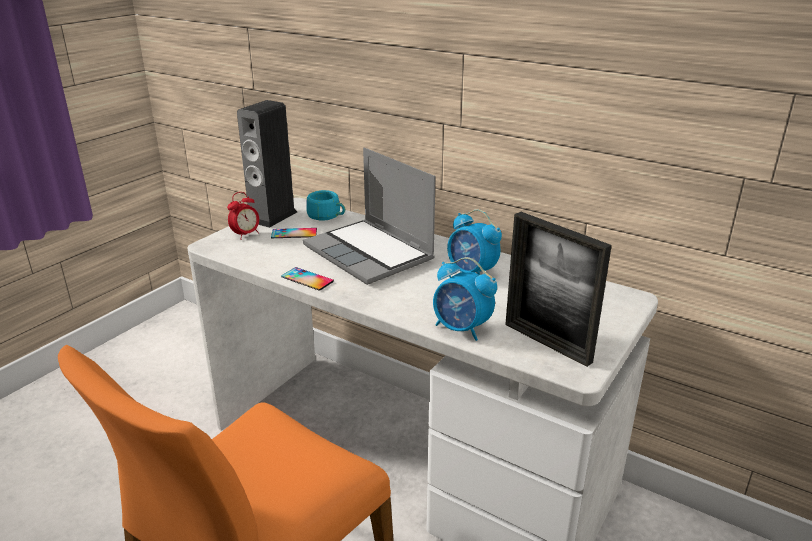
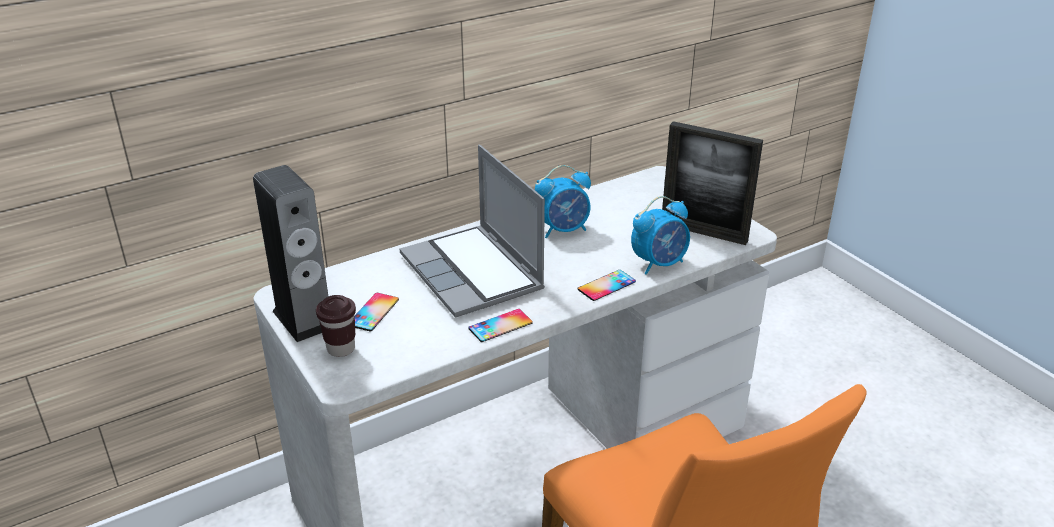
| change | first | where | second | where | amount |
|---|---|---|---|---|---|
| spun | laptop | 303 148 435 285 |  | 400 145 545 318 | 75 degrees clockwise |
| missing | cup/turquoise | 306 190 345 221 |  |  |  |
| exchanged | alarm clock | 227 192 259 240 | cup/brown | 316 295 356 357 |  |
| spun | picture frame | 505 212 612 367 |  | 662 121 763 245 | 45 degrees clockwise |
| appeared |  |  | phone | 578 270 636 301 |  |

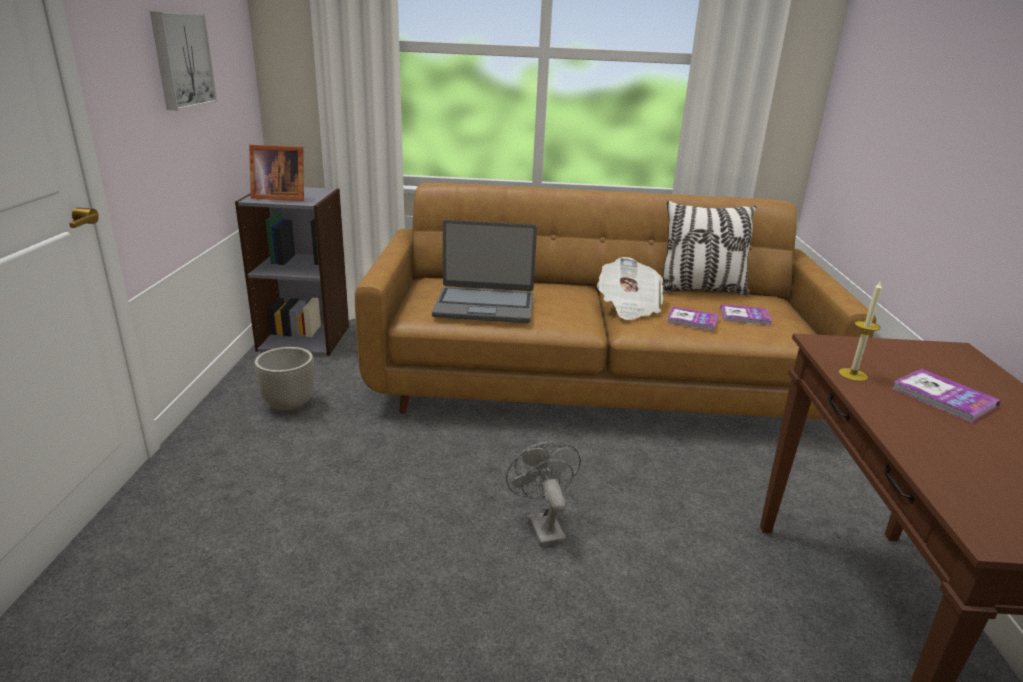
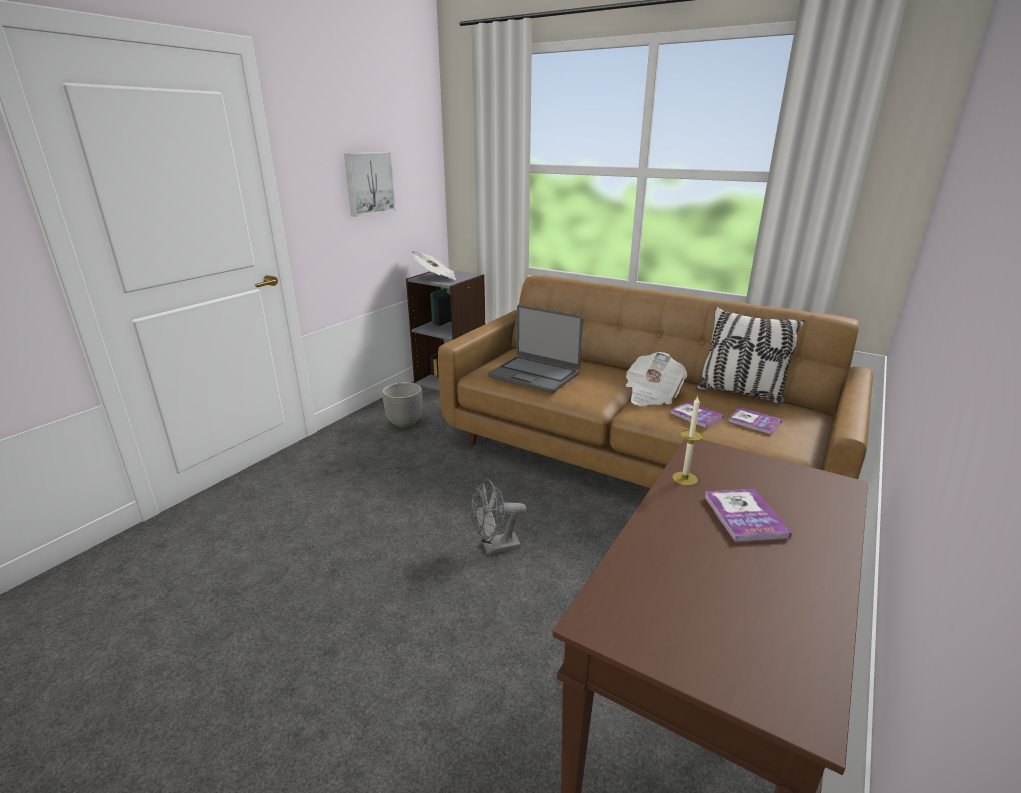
| change | first | where | second | where | amount |
|---|---|---|---|---|---|
| exchanged | picture frame | 249 145 304 201 | newspaper | 411 251 456 280 |  |
| spun | fan/grey | 506 441 581 547 |  | 471 479 526 555 | 120 degrees counterclockwise |

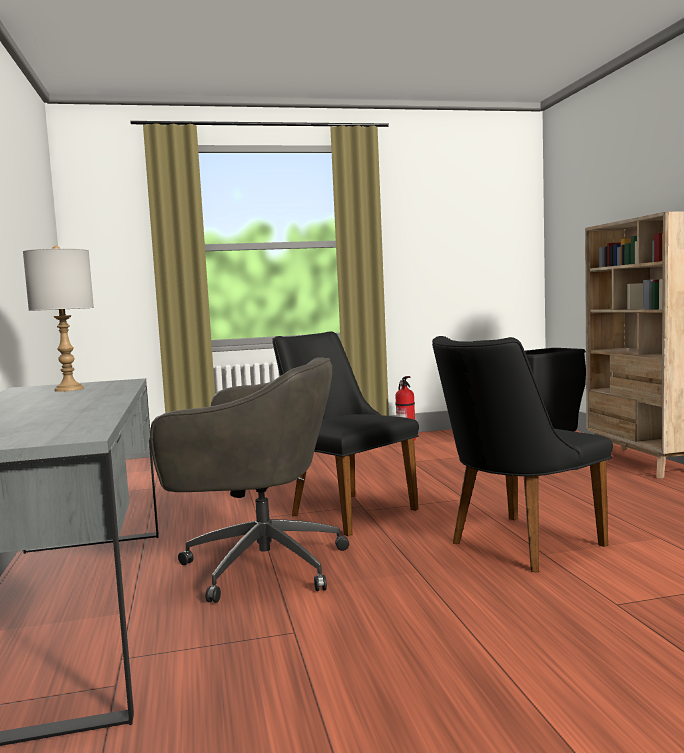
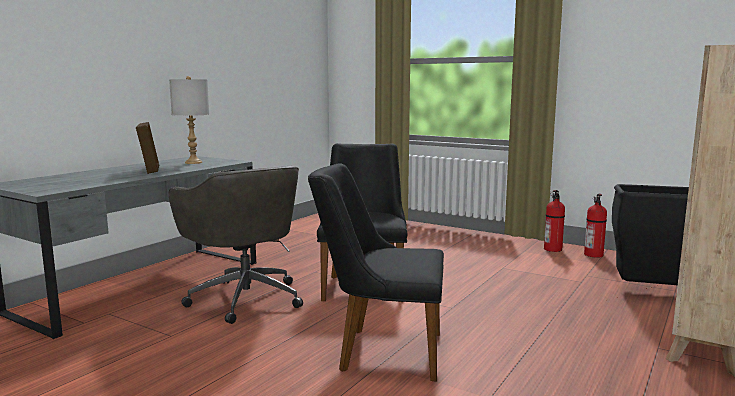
| change | first | where | second | where | amount |
|---|---|---|---|---|---|
| appeared |  |  | picture frame | 136 122 159 174 |  |
| appeared |  |  | fire extinguisher | 584 194 607 258 |  |

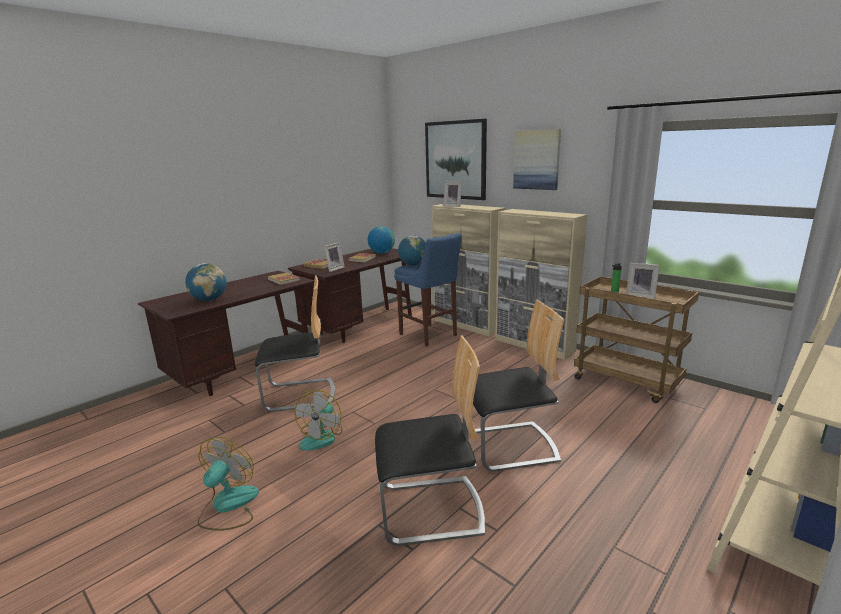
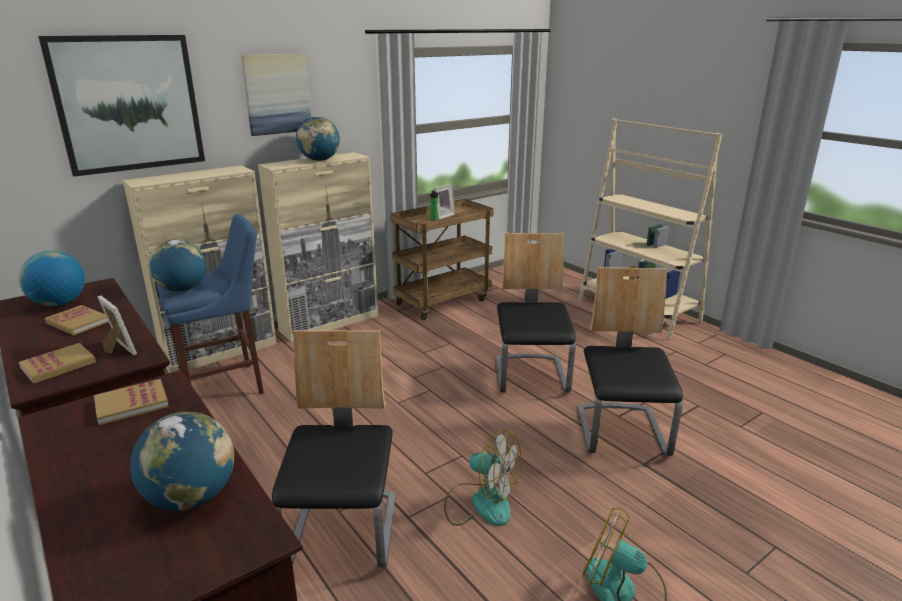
| change | first | where | second | where | amount |
|---|---|---|---|---|---|
| missing | picture frame | 443 181 462 207 |  |  |  |
| appeared |  |  | globe | 296 116 340 161 |  |

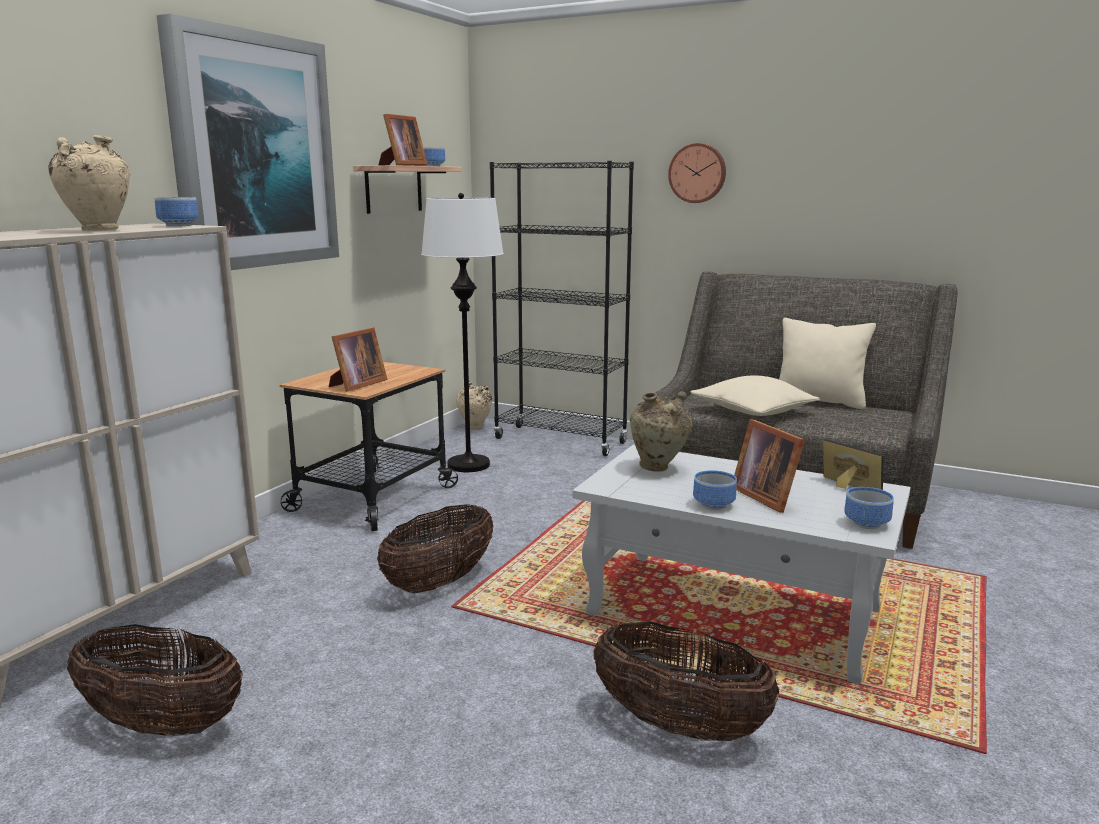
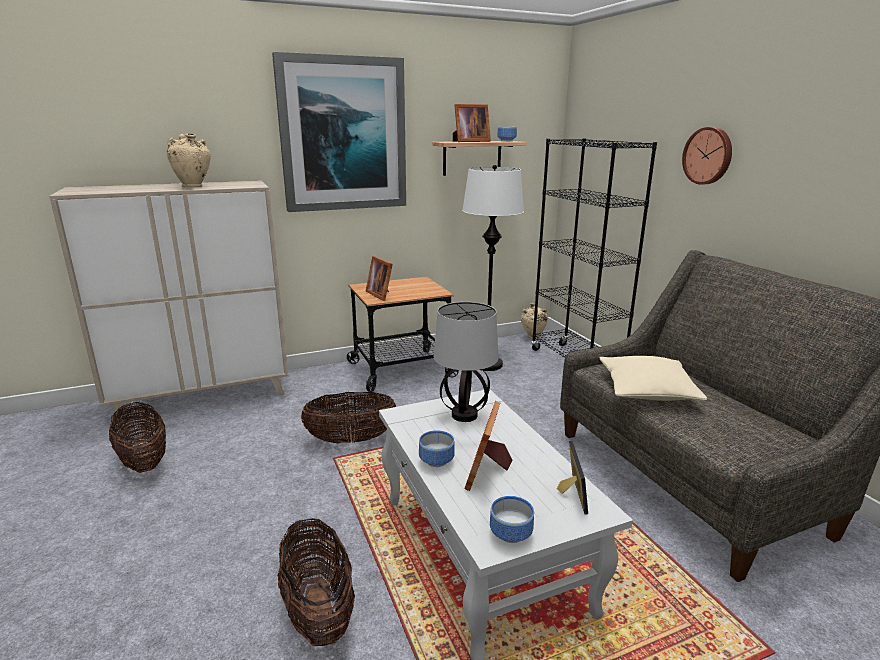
| change | first | where | second | where | amount |
|---|---|---|---|---|---|
| missing | bowl | 154 197 199 226 |  |  |  |
| missing | pillow/beige | 779 318 876 409 |  |  |  |
| spun | picture frame | 329 327 387 392 |  | 366 256 393 301 | 75 degrees clockwise |
| exchanged | vase/beige | 630 391 693 472 | table lamp | 433 302 498 422 |  |

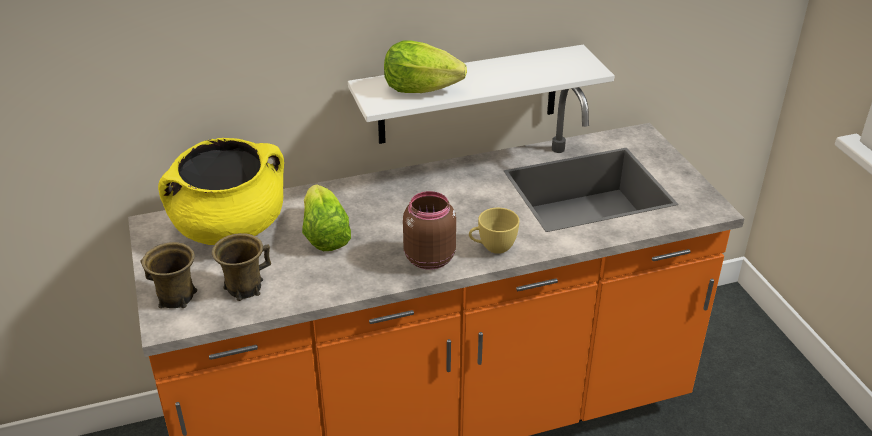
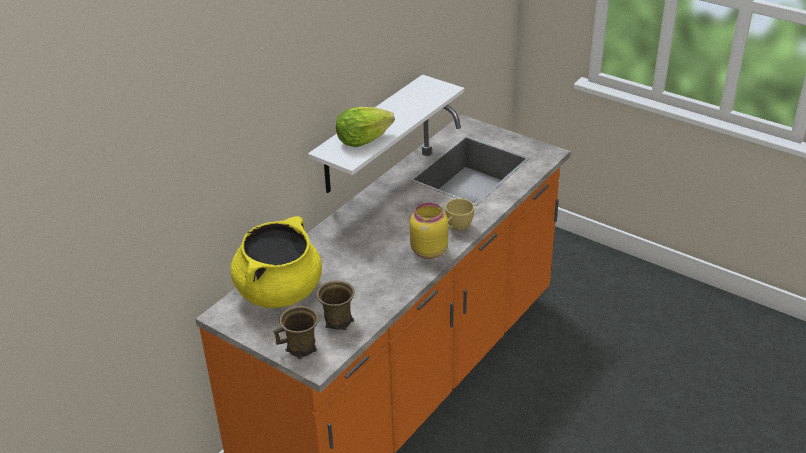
| change | first | where | second | where | amount |
|---|---|---|---|---|---|
| missing | lettuce | 302 184 351 251 |  |  |  |
| colour | jar/brown | 403 191 456 270 | jar/yellow | 410 203 448 259 |  |

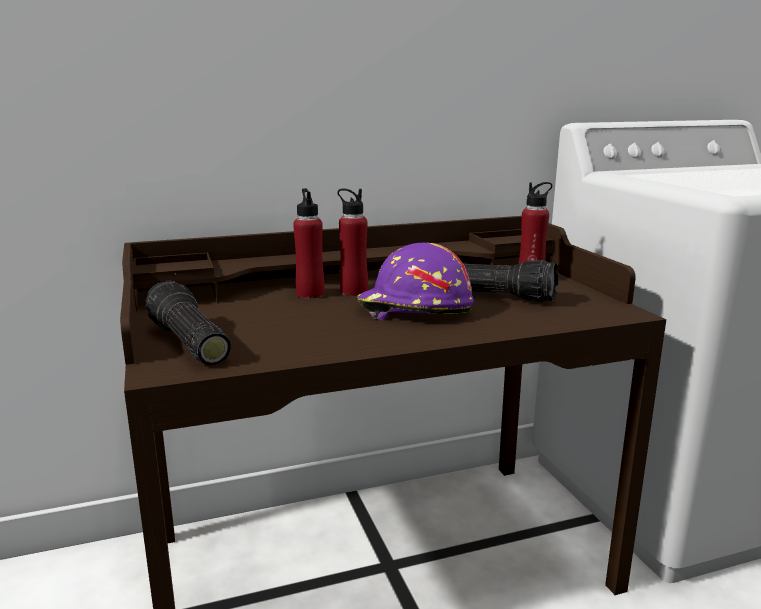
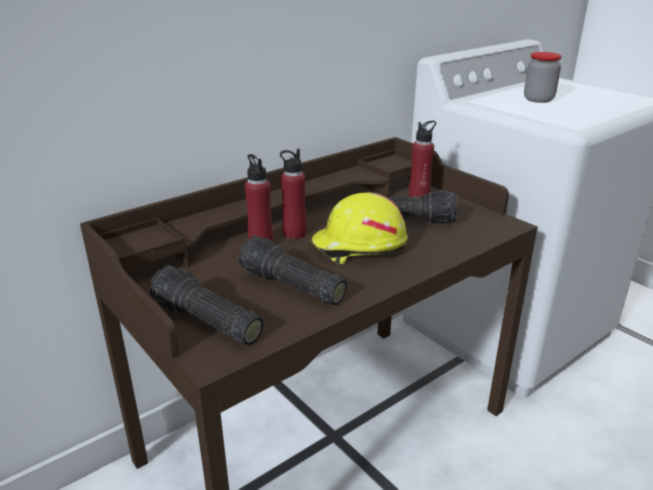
| change | first | where | second | where | amount |
|---|---|---|---|---|---|
| colour | hard hat/purple | 357 243 474 320 | hard hat/yellow | 311 193 408 264 |  |
| appeared |  |  | jar | 524 52 562 103 |  |
| appeared |  |  | flashlight | 238 236 347 305 |  |

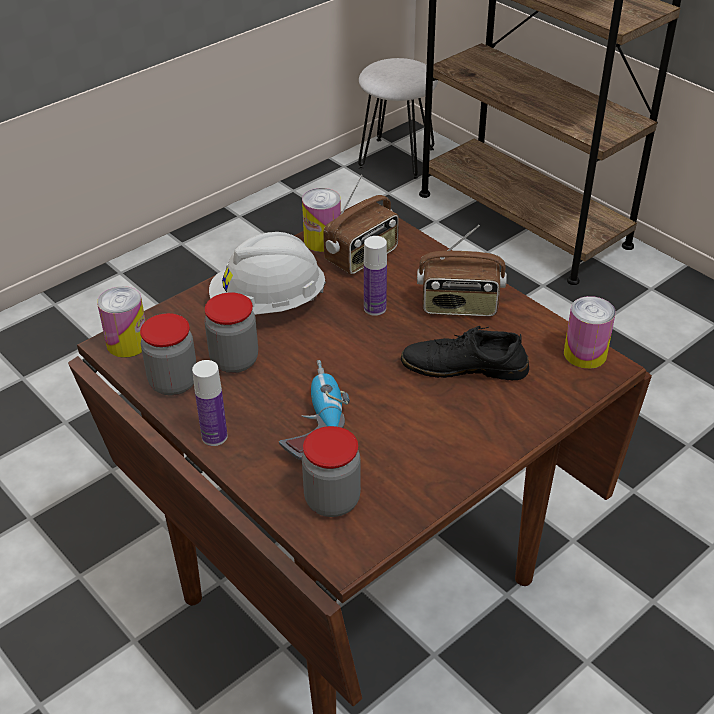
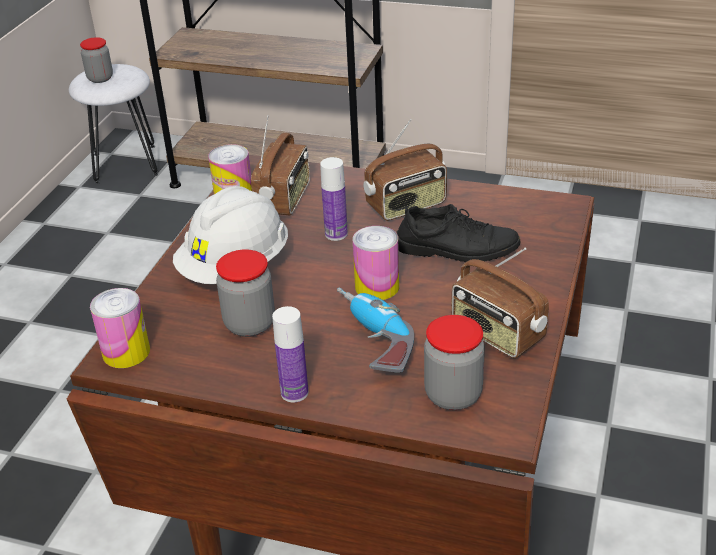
| change | first | where | second | where | amount |
|---|---|---|---|---|---|
| relocated | can | 564 296 616 369 |  | 353 226 399 300 |  |
| relocated | jar | 140 313 197 396 |  | 80 37 113 83 |  |
| spun | shoe/black | 401 326 529 380 |  | 396 204 521 262 | 150 degrees counterclockwise |
| appeared |  |  | radio | 451 248 549 358 |  |

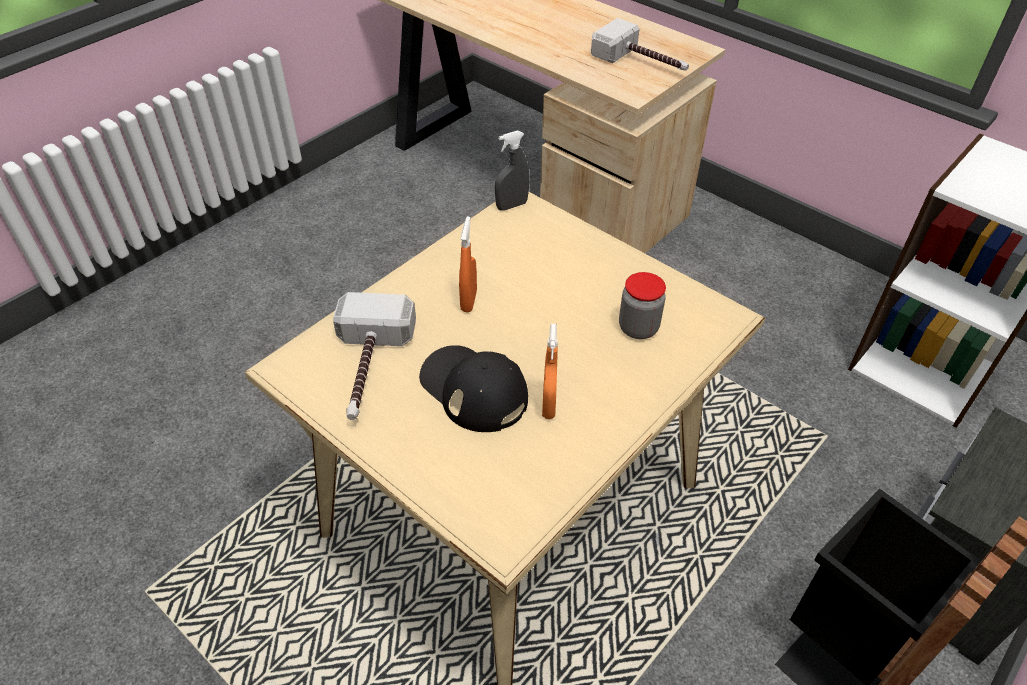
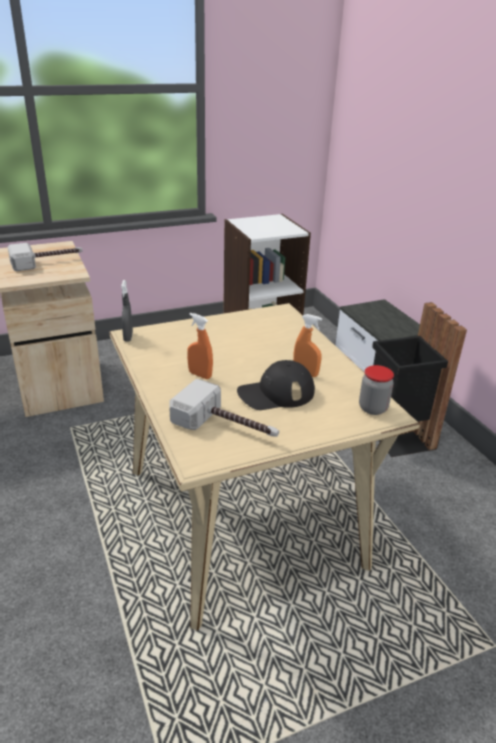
| change | first | where | second | where | amount |
|---|---|---|---|---|---|
| relocated | jar | 619 272 666 339 |  | 359 365 394 415 |  |

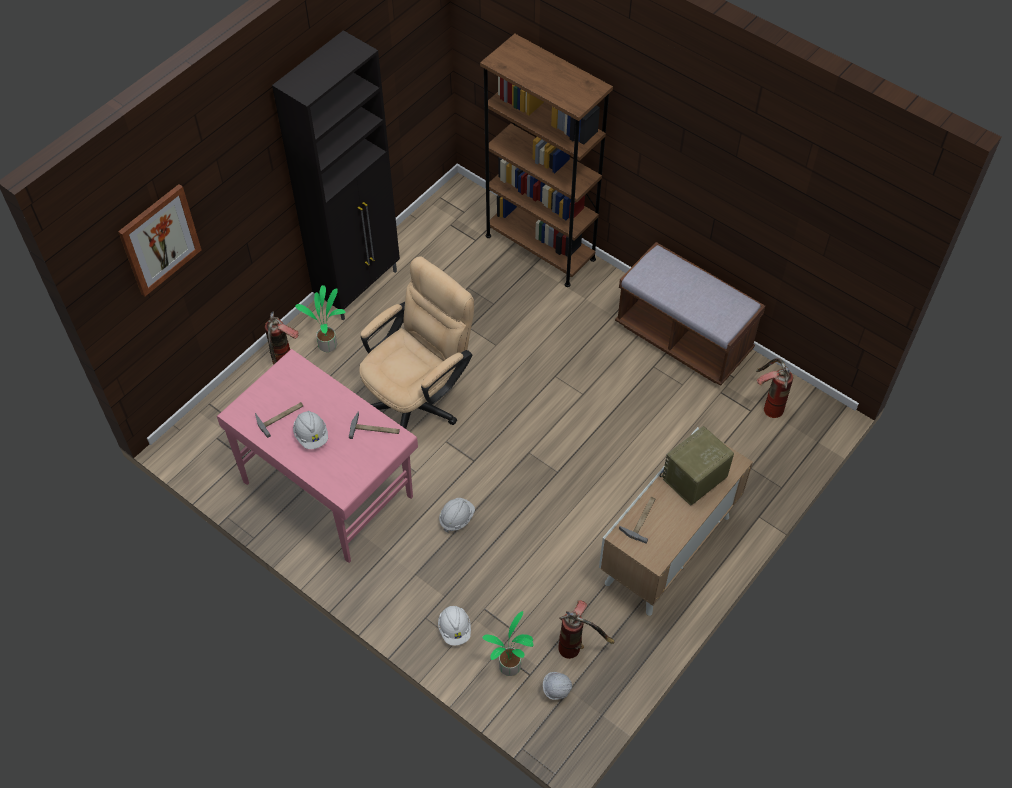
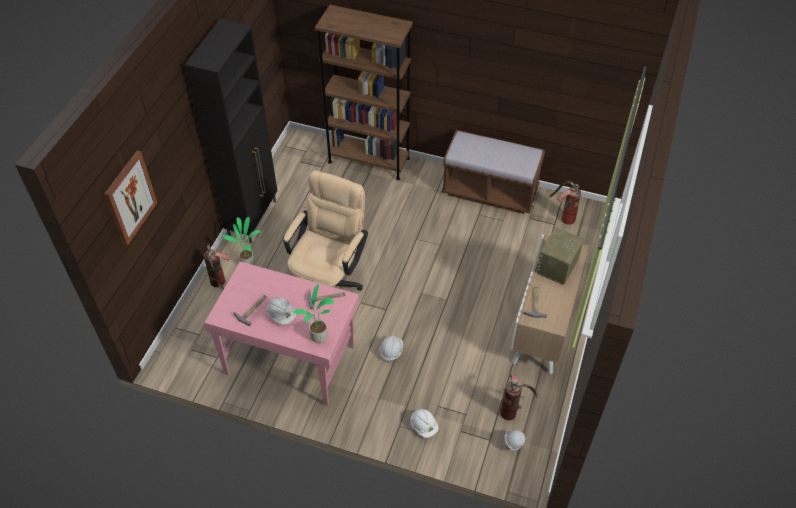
| change | first | where | second | where | amount |
|---|---|---|---|---|---|
| relocated | potted plant | 482 611 533 676 |  | 293 284 334 343 |  |

